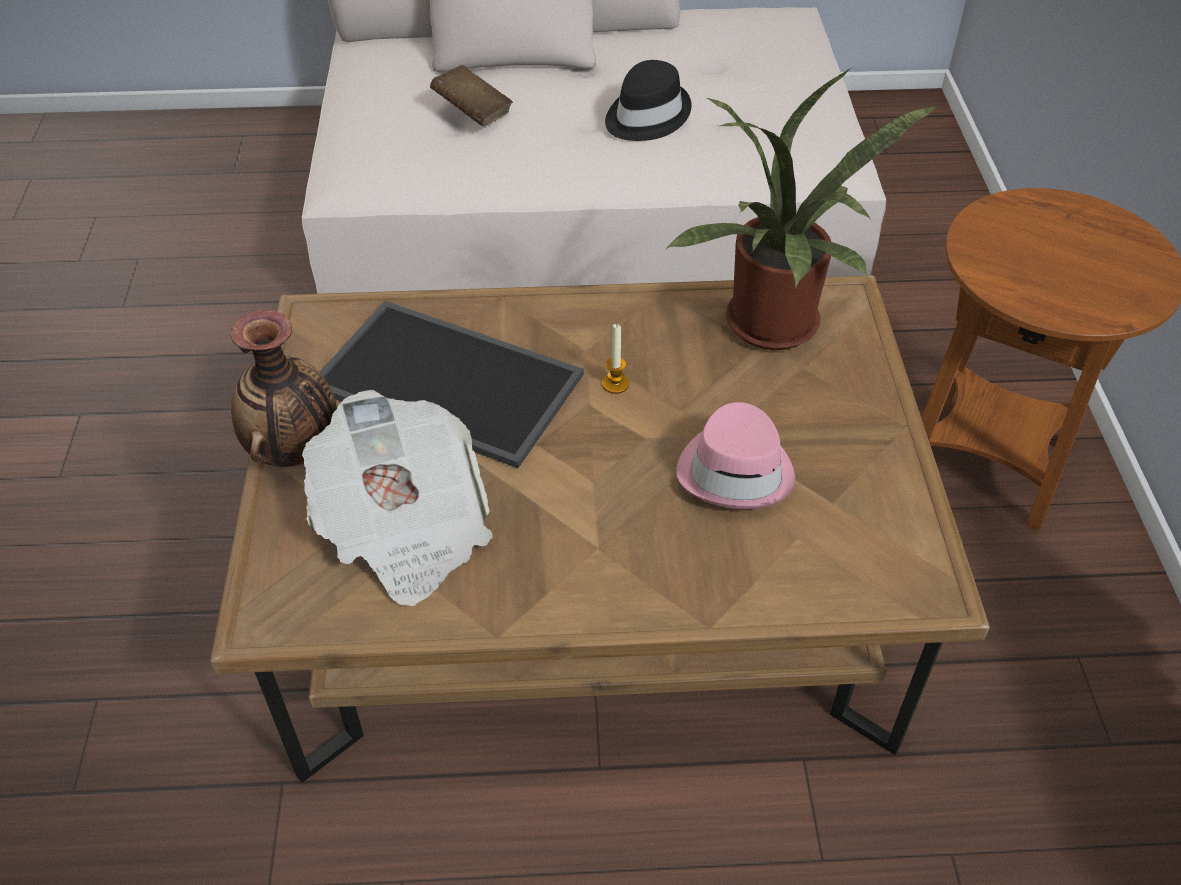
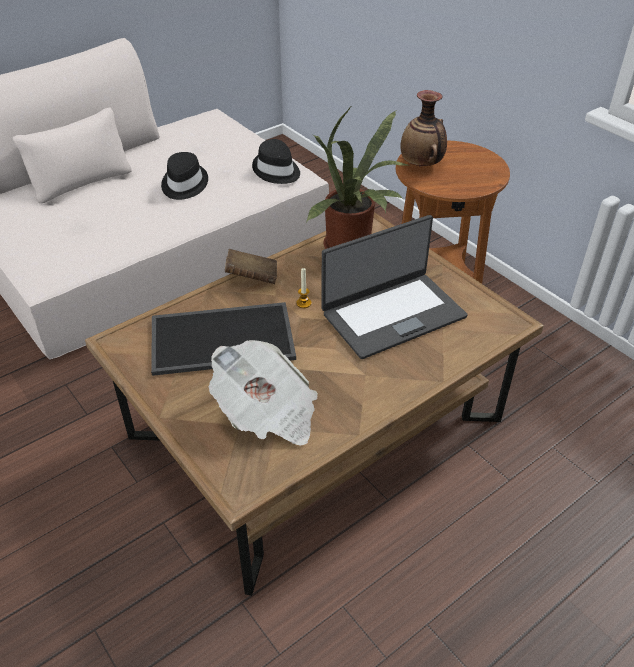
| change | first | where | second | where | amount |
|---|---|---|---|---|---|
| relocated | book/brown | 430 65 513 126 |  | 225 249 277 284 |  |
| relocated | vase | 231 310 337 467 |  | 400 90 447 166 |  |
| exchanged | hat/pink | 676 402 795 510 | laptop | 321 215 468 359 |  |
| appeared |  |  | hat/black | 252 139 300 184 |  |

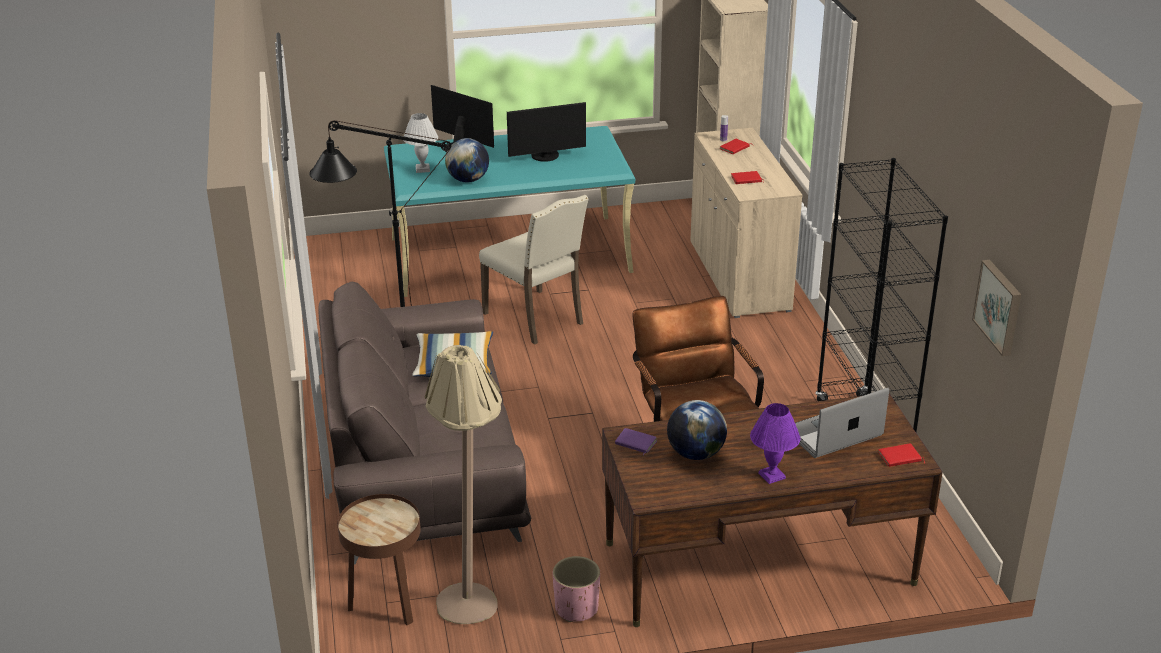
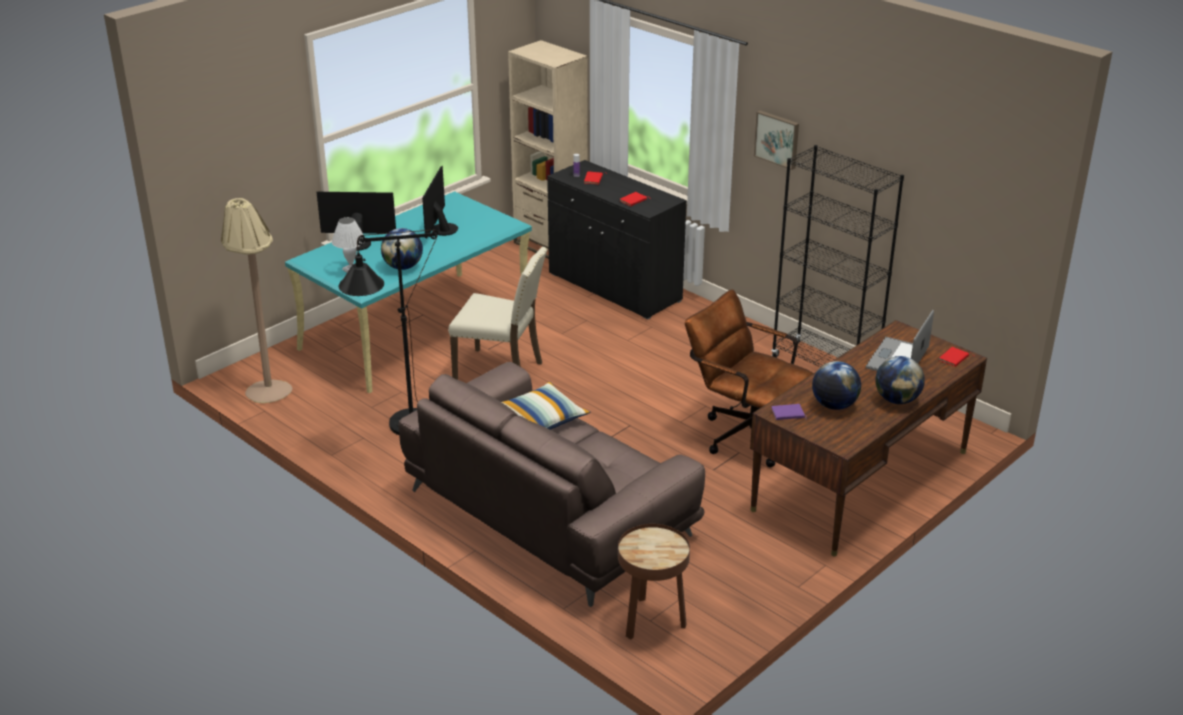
| change | first | where | second | where | amount |
|---|---|---|---|---|---|
| spun | monitor | 507 102 586 162 |  | 422 166 458 239 | 150 degrees clockwise |
| colour | cabinet/beige | 690 128 803 318 | cabinet/black | 547 160 687 319 |  |
| relocated | picture | 972 260 1021 356 |  | 754 110 799 170 |  |
| relocated | floor lamp/beige | 425 345 502 624 |  | 221 198 292 403 |  |
| exchanged | table lamp/purple | 750 403 800 484 | globe | 876 356 925 404 |  |
| missing | planter/pink | 553 556 600 622 |  |  |  |

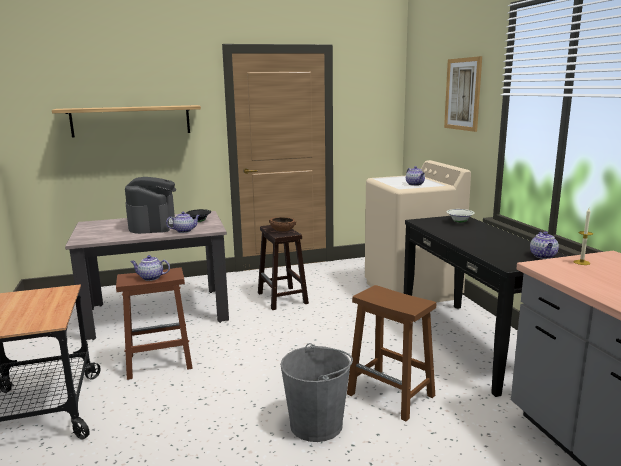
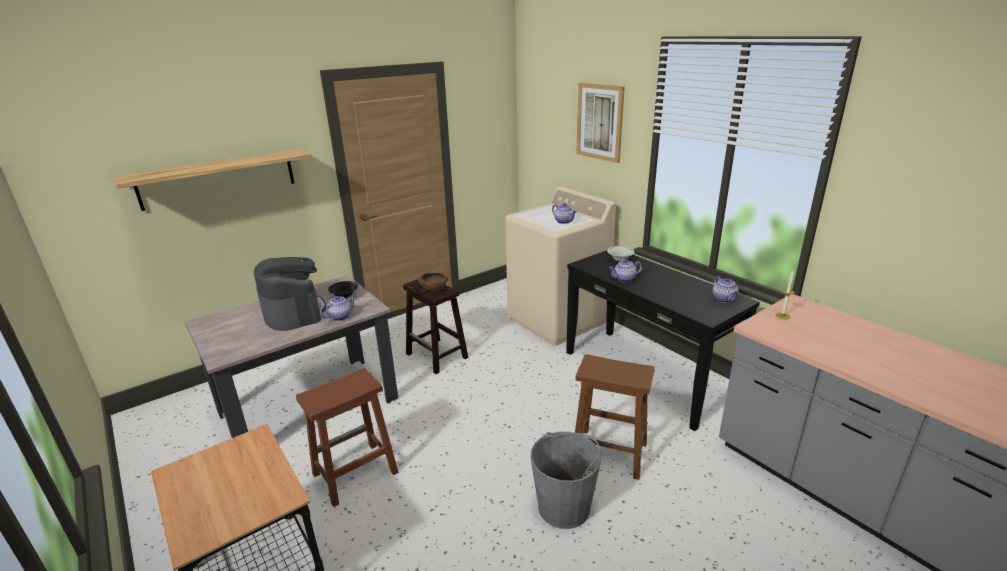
| change | first | where | second | where | amount |
|---|---|---|---|---|---|
| relocated | teapot | 130 255 170 281 |  | 609 259 642 283 |  |

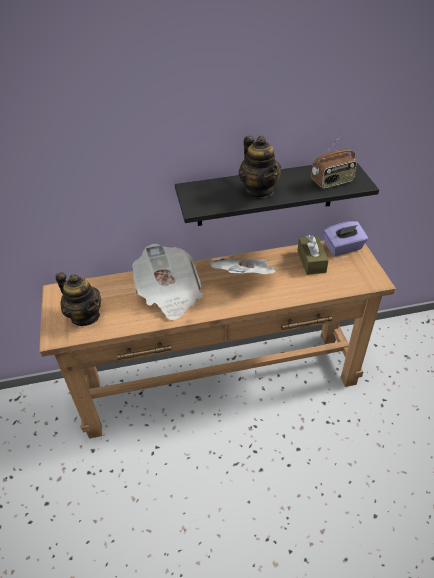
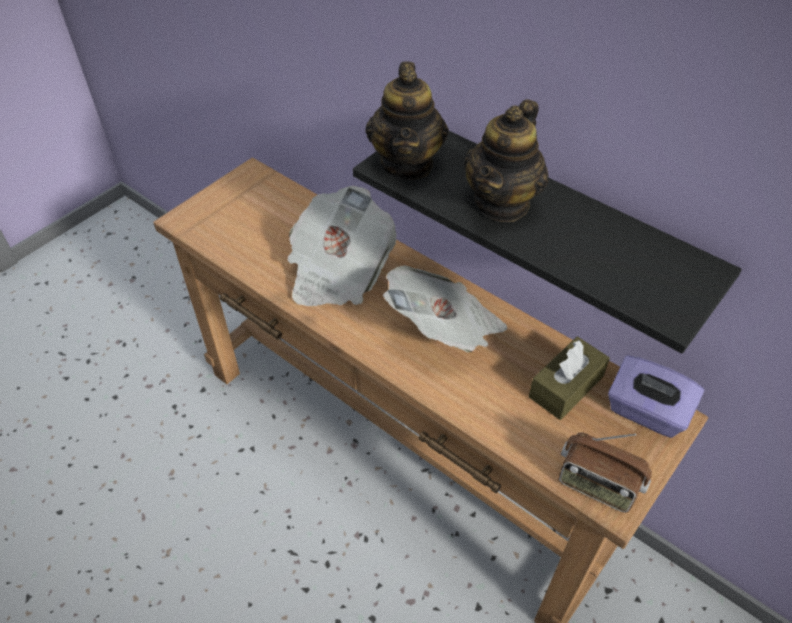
| change | first | where | second | where | amount |
|---|---|---|---|---|---|
| relocated | radio | 312 135 357 189 |  | 559 432 652 513 |  |
| relocated | teapot | 56 272 101 326 |  | 365 62 449 180 |  |

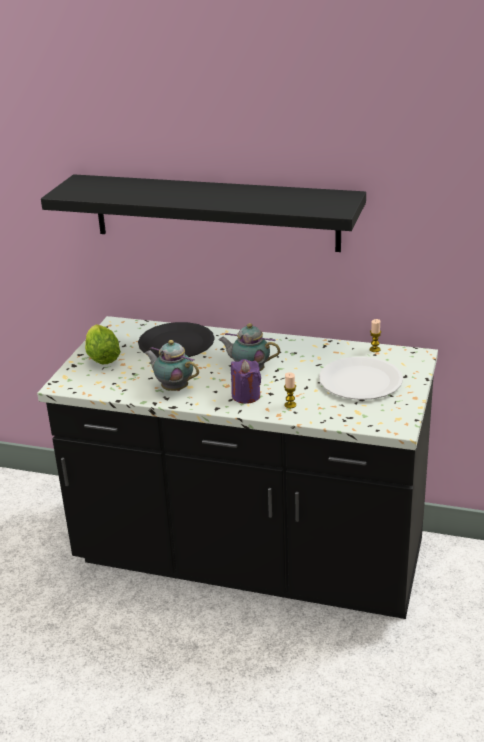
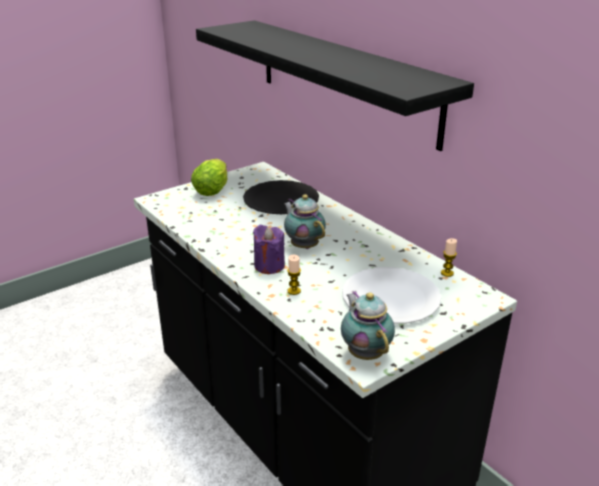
| change | first | where | second | where | amount |
|---|---|---|---|---|---|
| relocated | teapot | 145 340 199 391 |  | 341 291 395 360 |  |

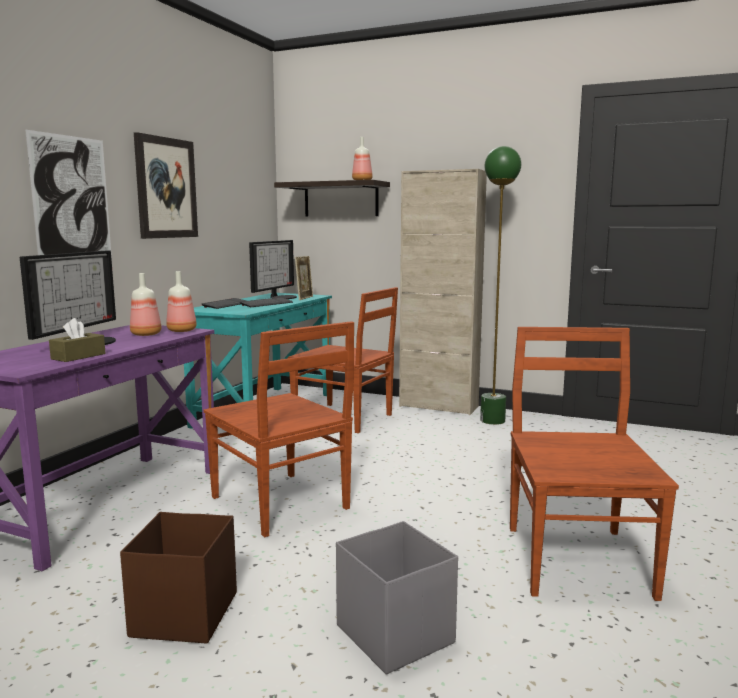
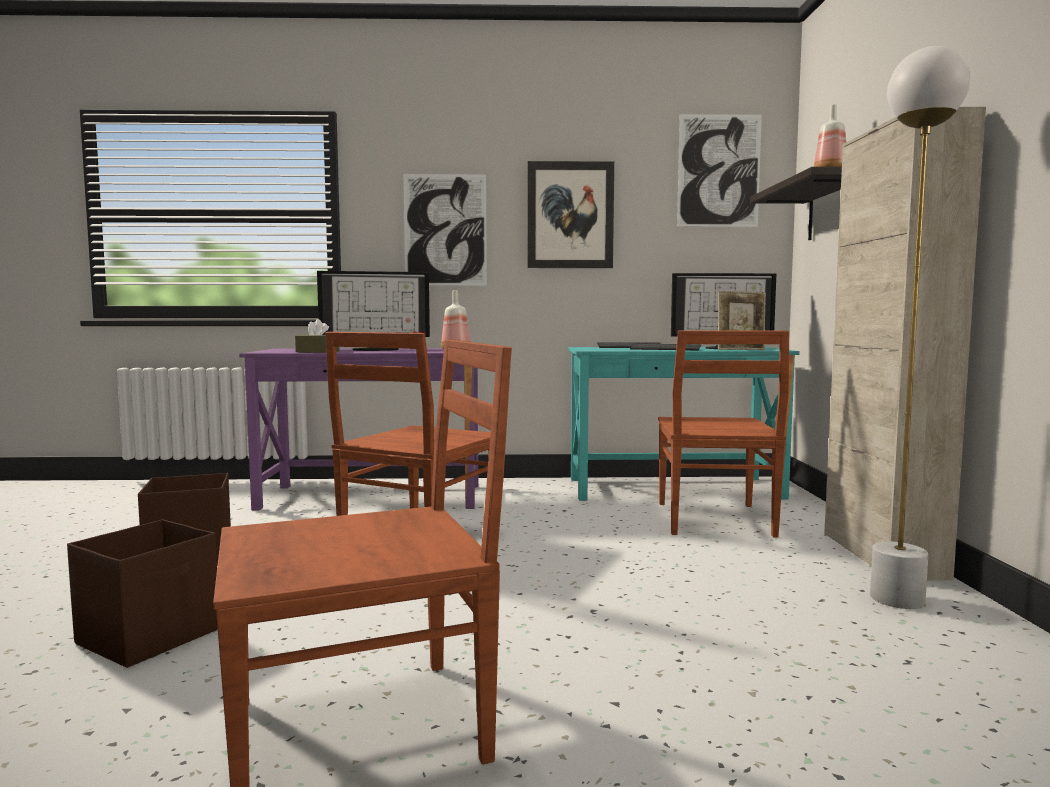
| change | first | where | second | where | amount |
|---|---|---|---|---|---|
| colour | floor lamp/green | 480 146 521 425 | floor lamp/white | 870 46 971 609 |  |
| missing | bottle | 130 273 162 336 |  |  |  |
| colour | storage box/grey | 336 521 458 675 | storage box/brown | 67 519 218 668 |  |
| appeared |  |  | picture | 677 114 762 227 |  |

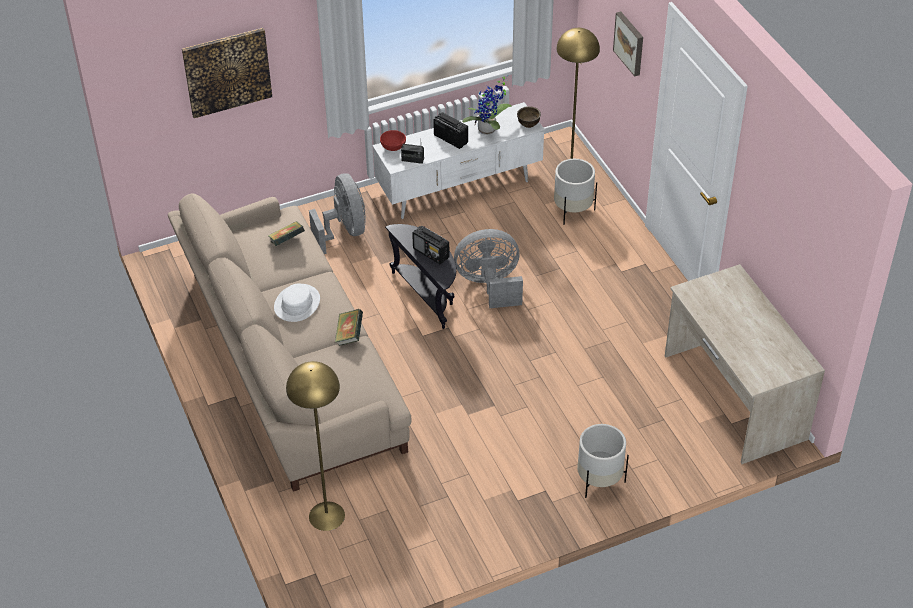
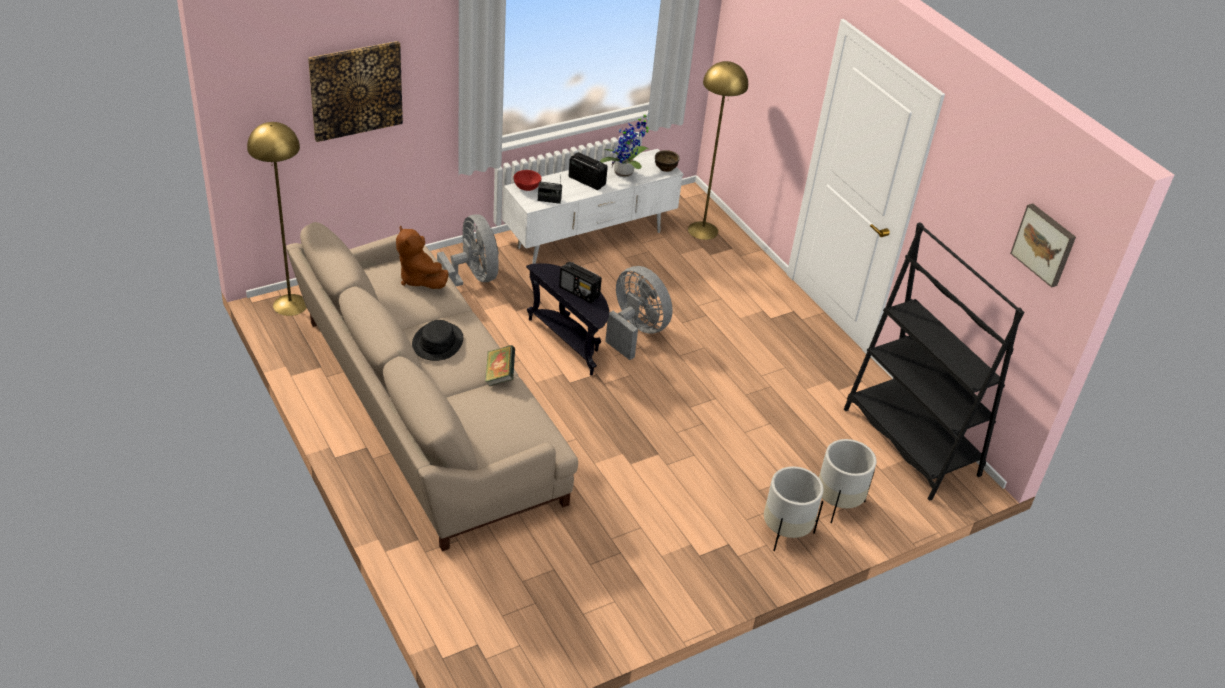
| change | first | where | second | where | amount |
|---|---|---|---|---|---|
| relocated | picture | 613 11 643 77 |  | 1010 203 1076 288 |  |
| relocated | planter/white | 554 159 597 225 |  | 819 439 876 523 |  |
| exchanged | book | 268 221 305 246 | plush toy/brown | 396 225 449 289 |  |
| spun | fan/grey | 454 229 523 308 |  | 605 266 673 360 | 60 degrees clockwise |
| exchanged | desk/beige | 665 264 825 464 | bookcase/black | 843 222 1024 501 |  |
| colour | hat/white | 274 283 320 322 | hat/black | 412 320 463 361 |  |
| relocated | floor lamp/yellow | 286 361 345 531 |  | 247 122 307 316 |  |

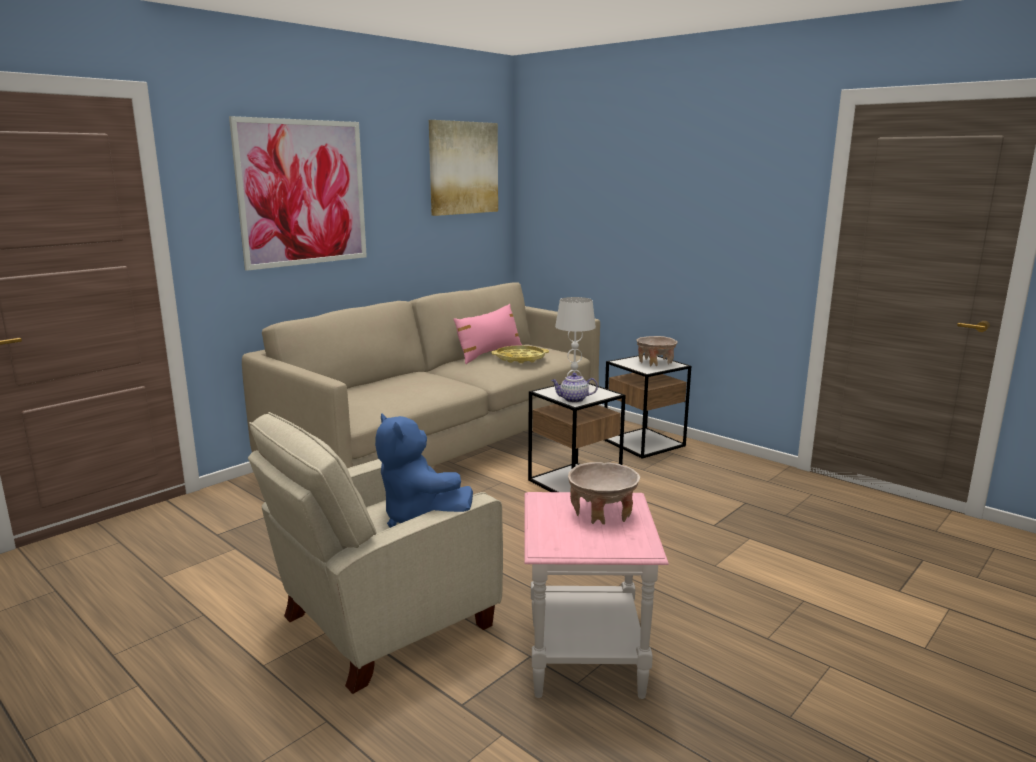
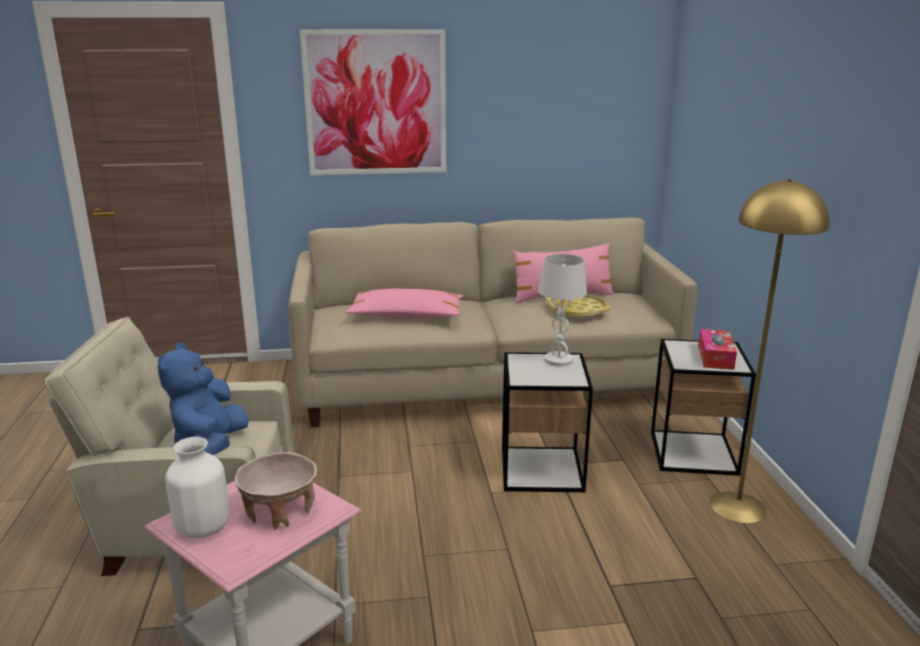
| change | first | where | second | where | amount |
|---|---|---|---|---|---|
| missing | picture | 429 120 498 216 |  |  |  |
| exchanged | bowl/beige | 637 336 678 366 | tissue box | 698 329 737 370 |  |
| missing | teapot | 551 373 598 403 |  |  |  |
| appeared |  |  | floor lamp/yellow | 710 179 830 523 |  |
| appeared |  |  | pillow/pink | 345 289 463 318 |  |
| appeared |  |  | vase/white | 165 437 230 538 |  |

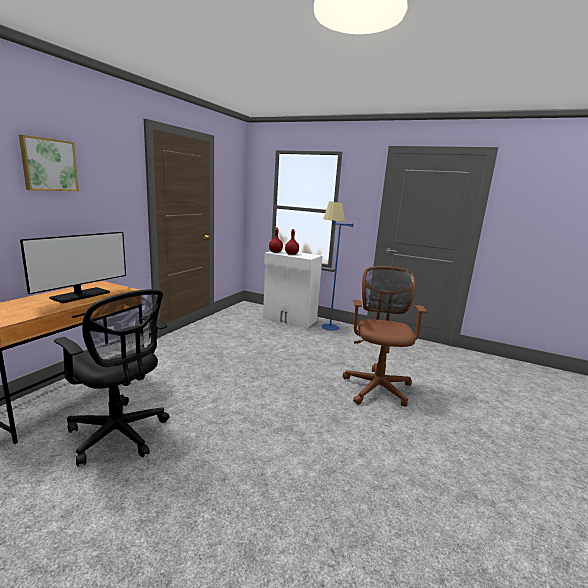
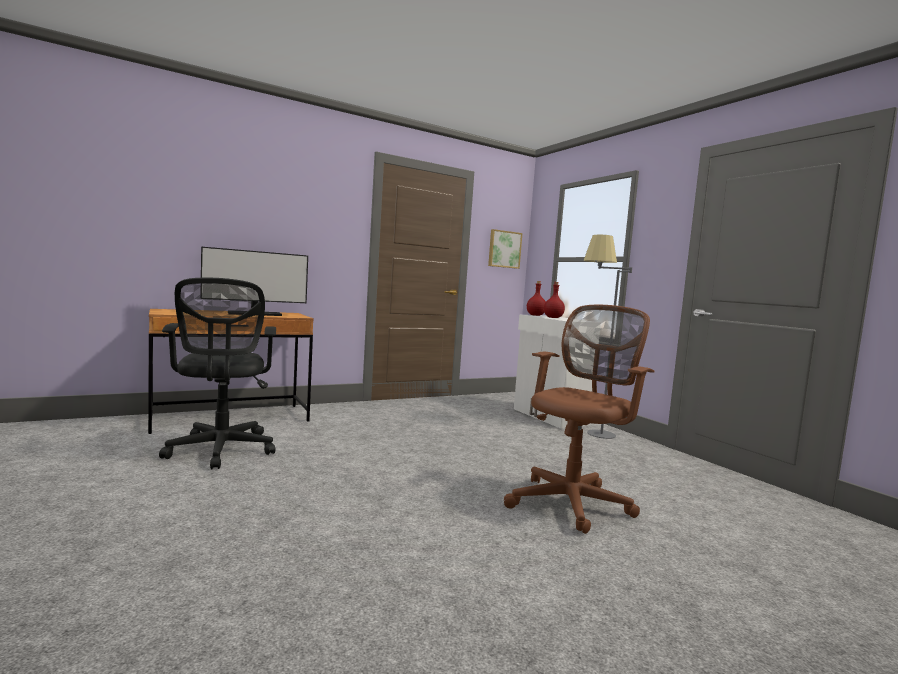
| change | first | where | second | where | amount |
|---|---|---|---|---|---|
| relocated | picture | 19 135 79 191 |  | 488 229 522 269 |  |
| colour | floor lamp/blue | 322 202 353 331 | floor lamp/grey | 583 235 632 439 |  |

